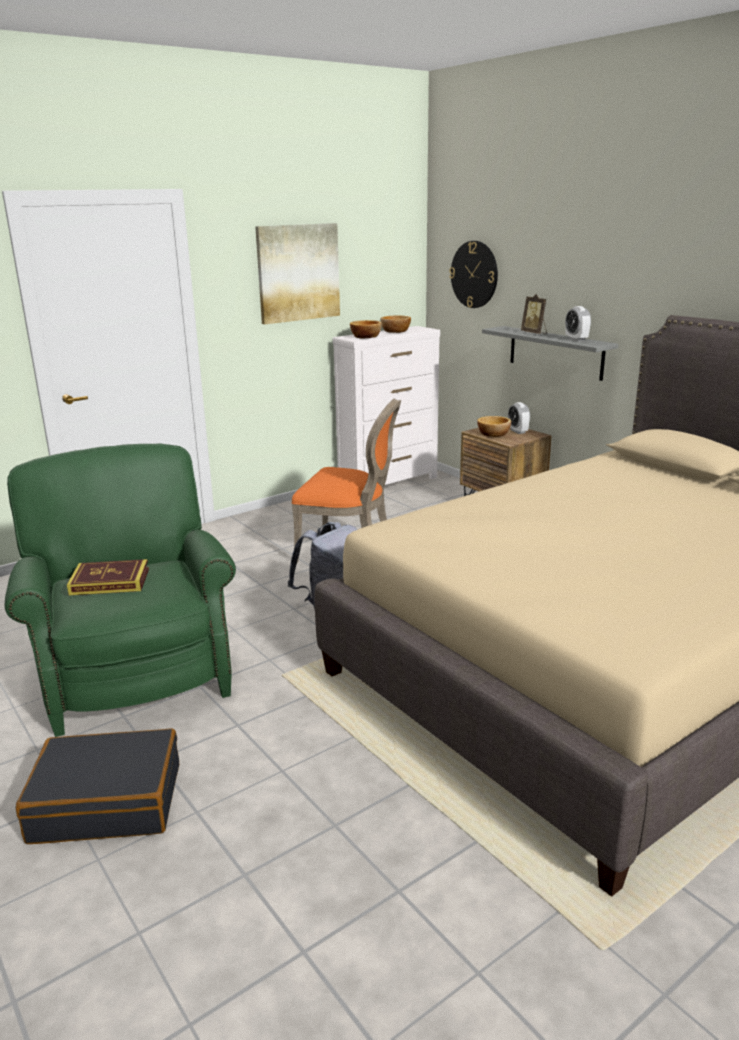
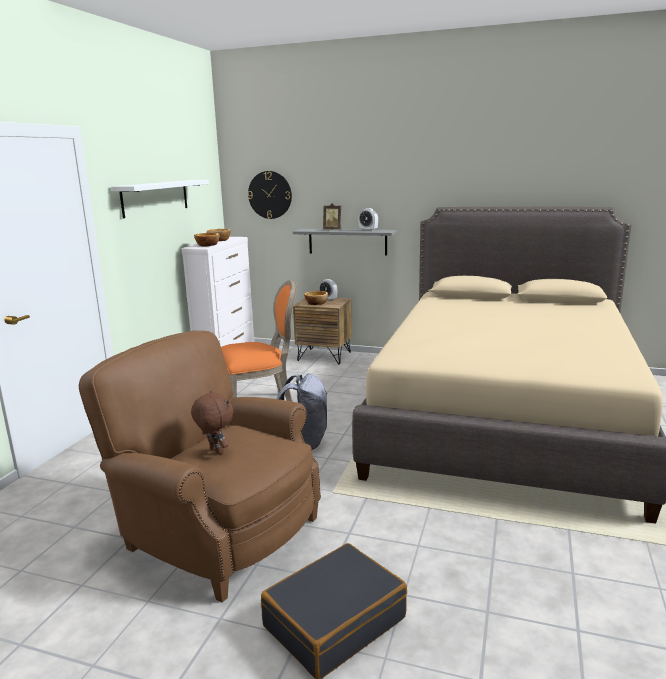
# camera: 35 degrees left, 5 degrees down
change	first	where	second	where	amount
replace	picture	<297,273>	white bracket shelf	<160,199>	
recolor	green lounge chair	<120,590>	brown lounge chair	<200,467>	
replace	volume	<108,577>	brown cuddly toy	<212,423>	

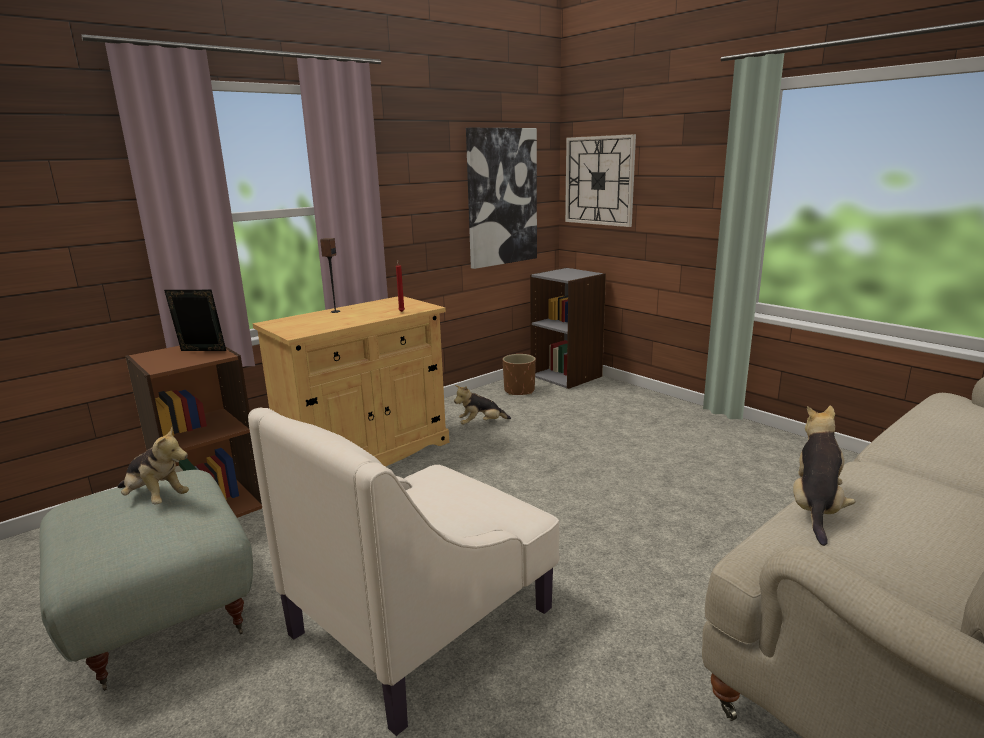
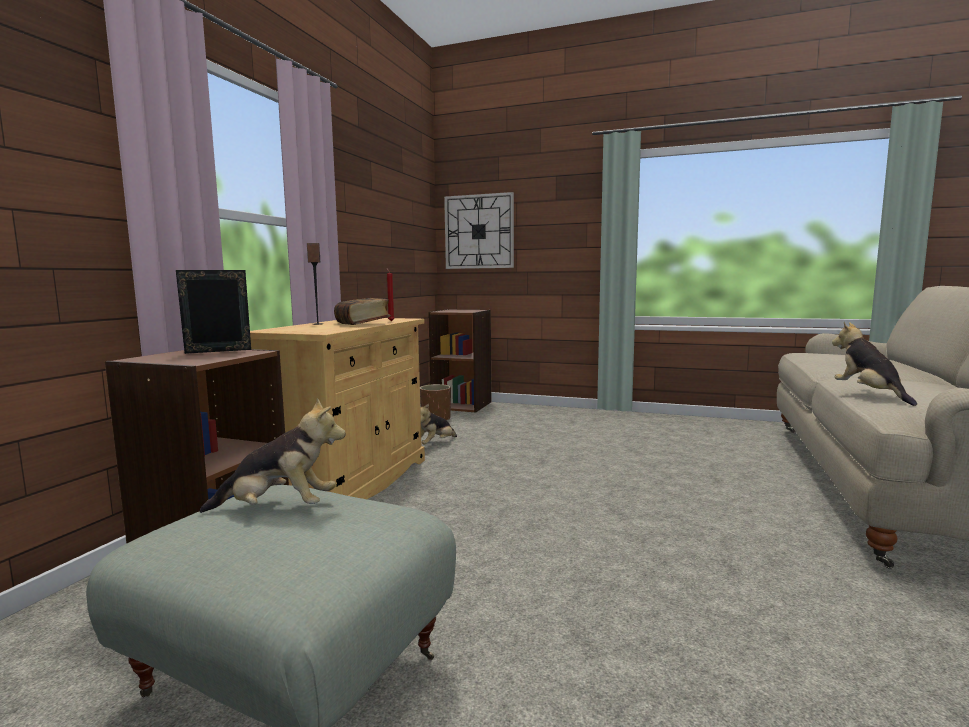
# camera: 30 degrees left, 10 degrees down
change	first	where	second	where	amount
delete	picture	<501,198>			
recolor	greyish bookcase	<568,328>	brown bookcase	<459,361>	
delete	beige-coloured lounge chair	<404,572>			
insert			volume	<362,311>	

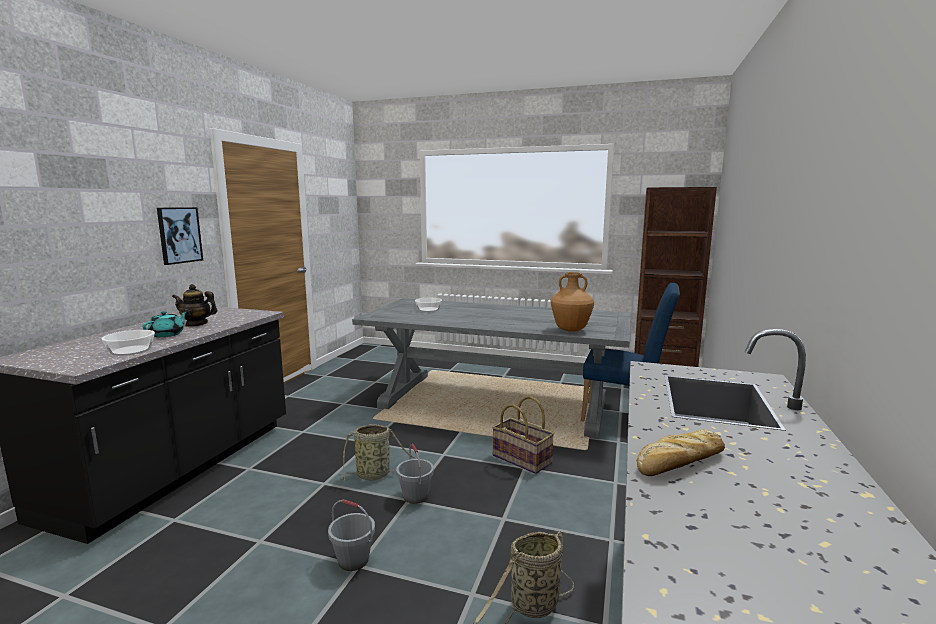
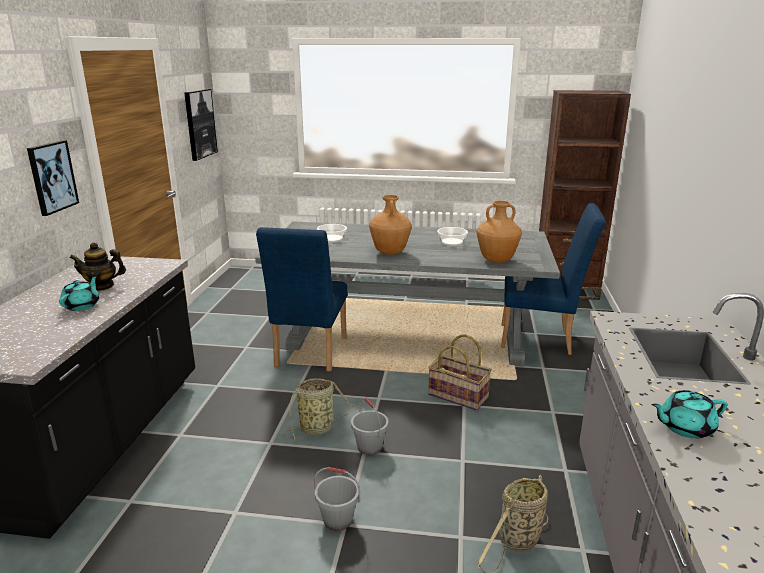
# camera: 10 degrees left, 10 degrees up
change	first	where	second	where	amount
move	deep dish	<128,343>		<452,236>	
replace	baked bread	<681,453>	turquoise tea pot	<689,414>	
insert			picture	<201,125>	
insert			brown vase	<390,225>	
insert			blue upright chair	<301,299>	

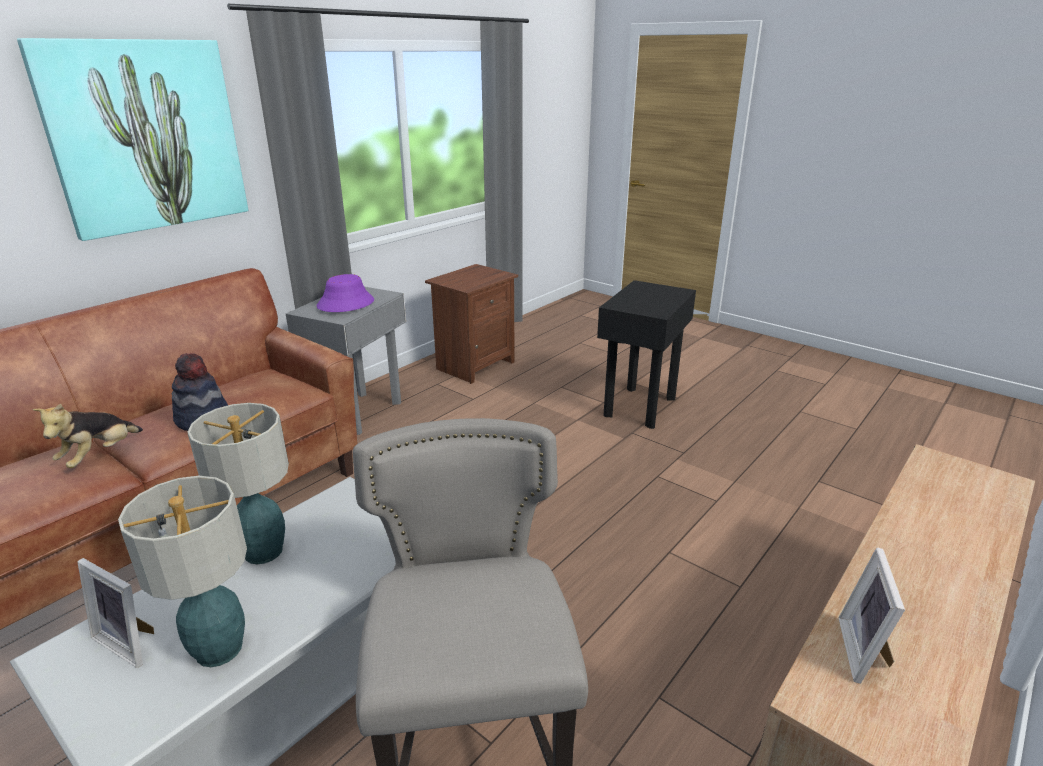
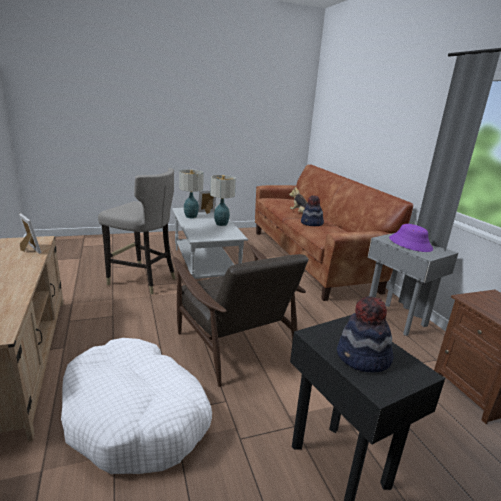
# camera: 120 degrees right, 5 degrees down
change	first	where	second	where	amount
delete	picture	<132,139>			
insert			brown lounge chair	<240,316>	
insert			hat	<365,334>	
insert			white pet bed	<136,406>	

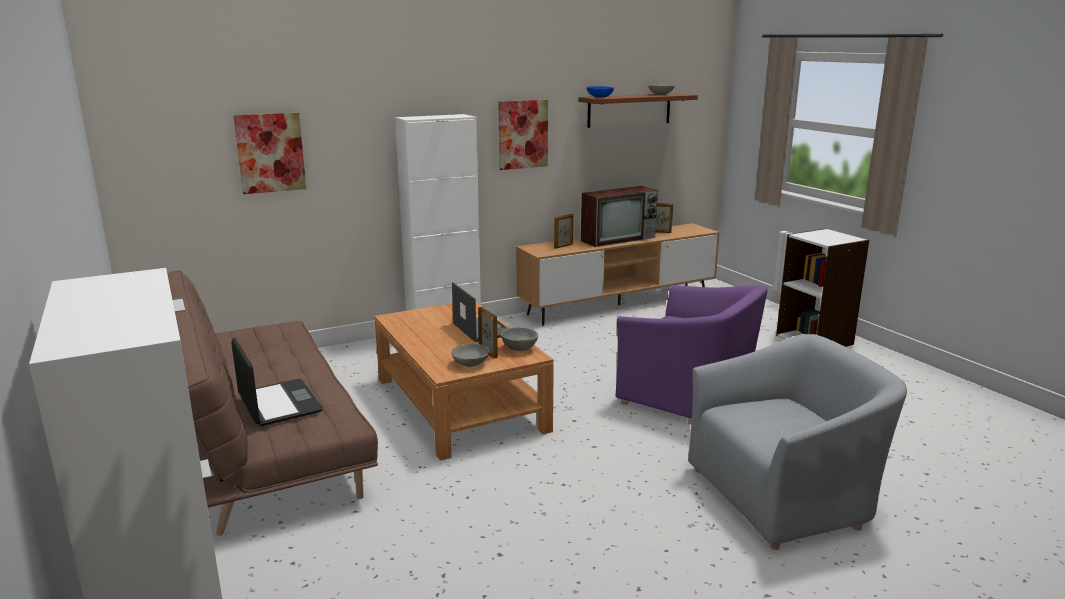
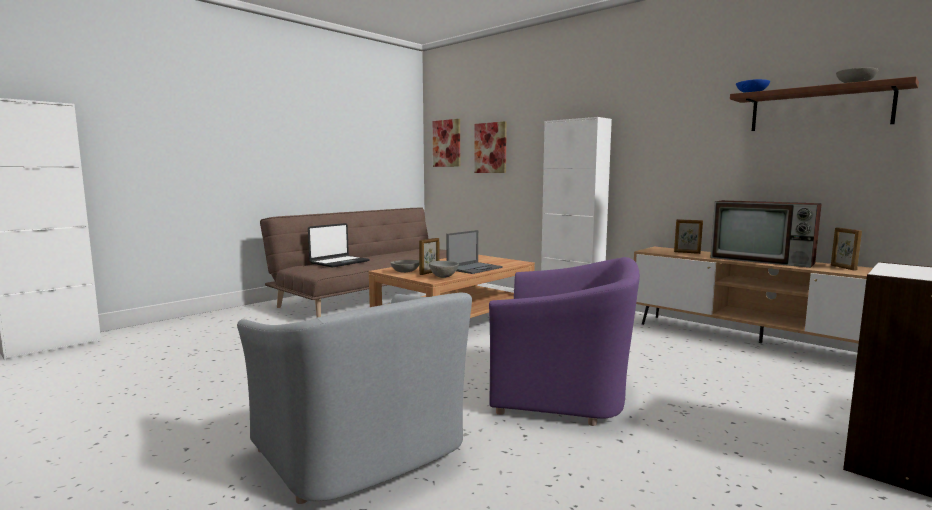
# camera: 70 degrees right, 10 degrees down
change	first	where	second	where	amount
move	picture	<523,135>		<446,143>	
rotate	purplish lounge chair	<692,354>		<564,341>	90 degrees counterclockwise

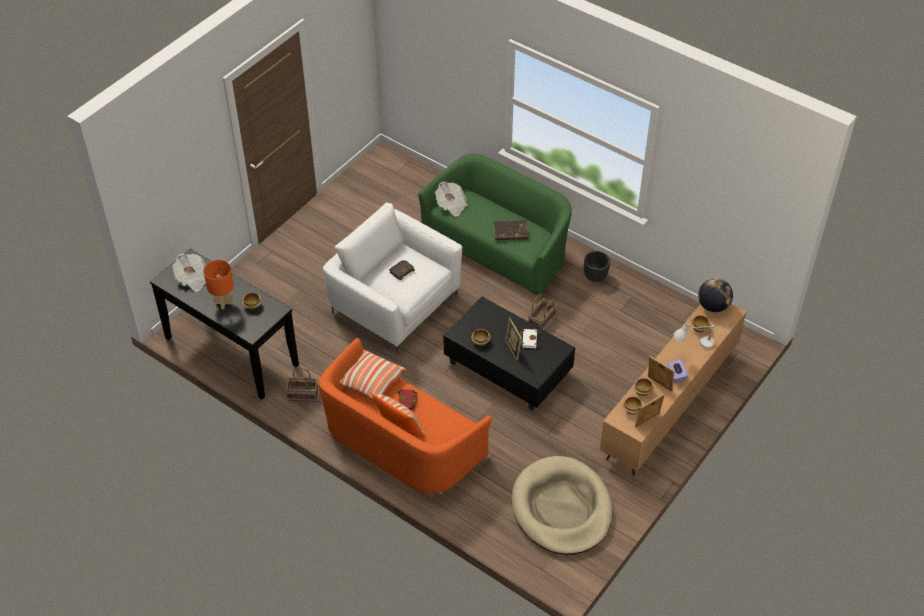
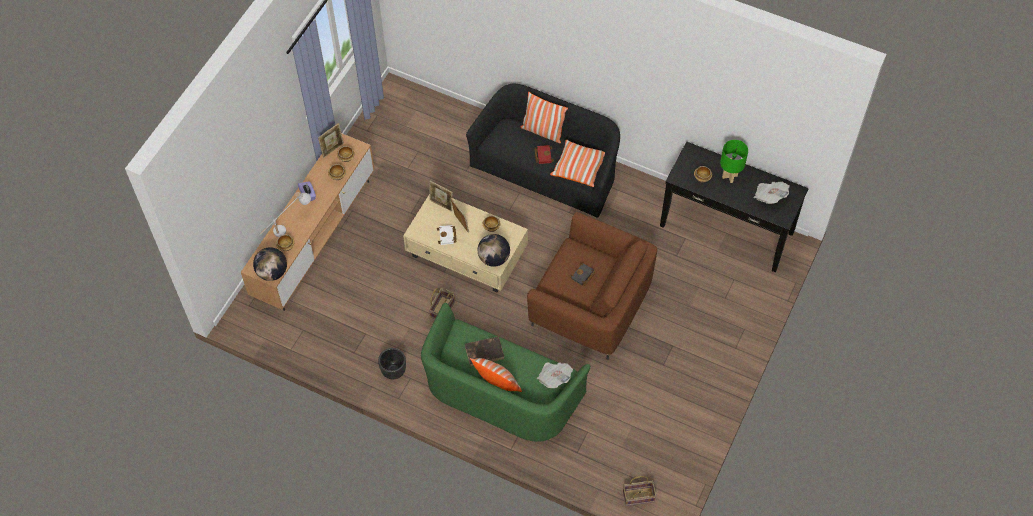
# camera: 170 degrees right, 10 degrees up
change	first	where	second	where	amount
recolor	white lounge chair	<392,277>	brown lounge chair	<592,286>	
recolor	orange table lamp	<218,284>	green table lamp	<734,161>	
recolor	black-coloured low table	<509,353>	beige-coloured low table	<465,243>	
recolor	orange couch	<405,416>	black-coloured couch	<543,150>	
move	photo frame	<661,374>		<441,196>	
move	basket	<302,385>		<639,491>	
delete	beige-coloured pet bed	<561,505>			
insert			desk globe	<494,250>	
insert			pillow	<496,375>	

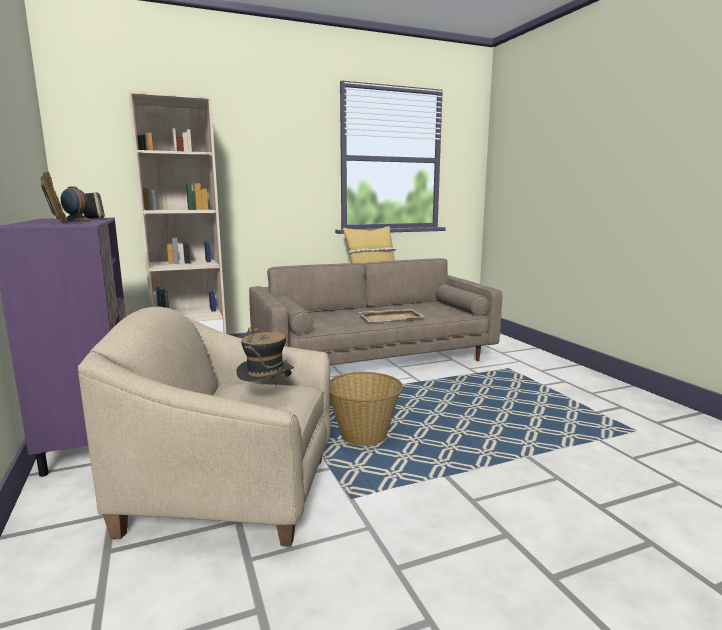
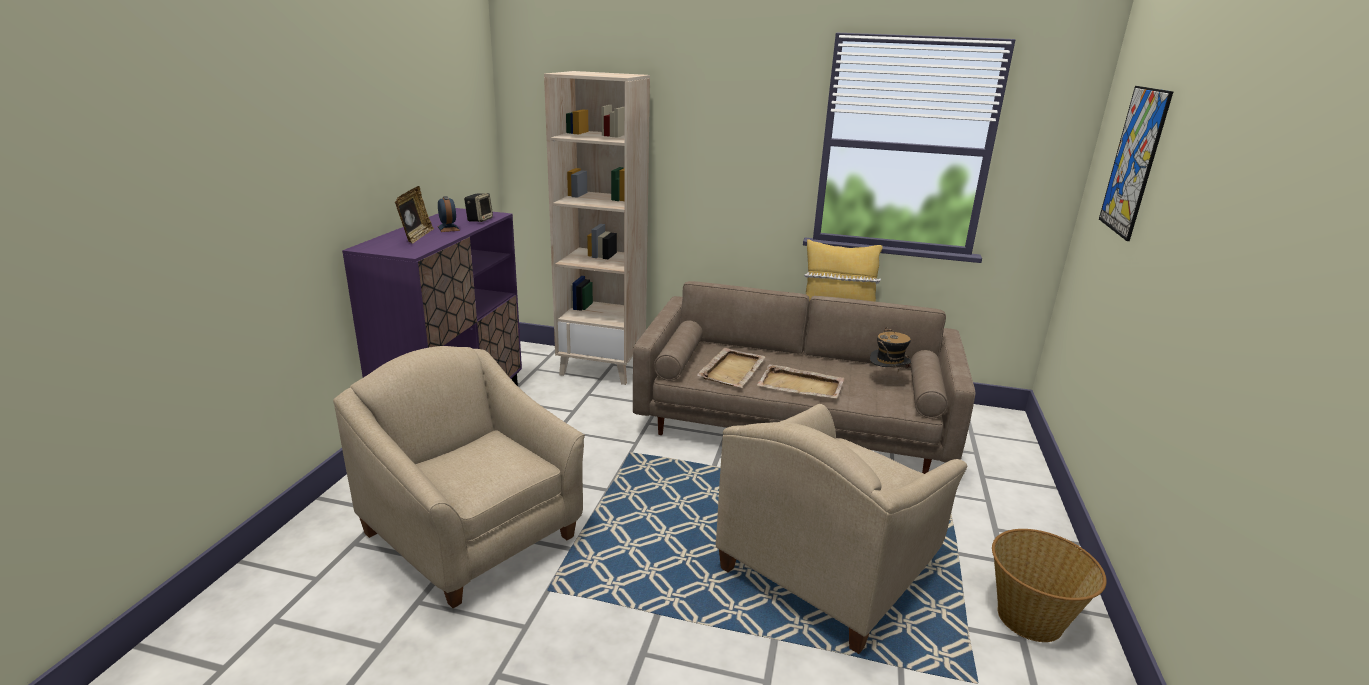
# camera: 35 degrees right, 10 degrees up
change	first	where	second	where	amount
move	hat	<265,354>		<890,348>	
move	basket	<366,409>		<1049,585>	
insert			picture	<1136,163>	
insert			beige-coloured carrying tray	<731,368>	
insert			beige-coloured lounge chair	<841,529>	

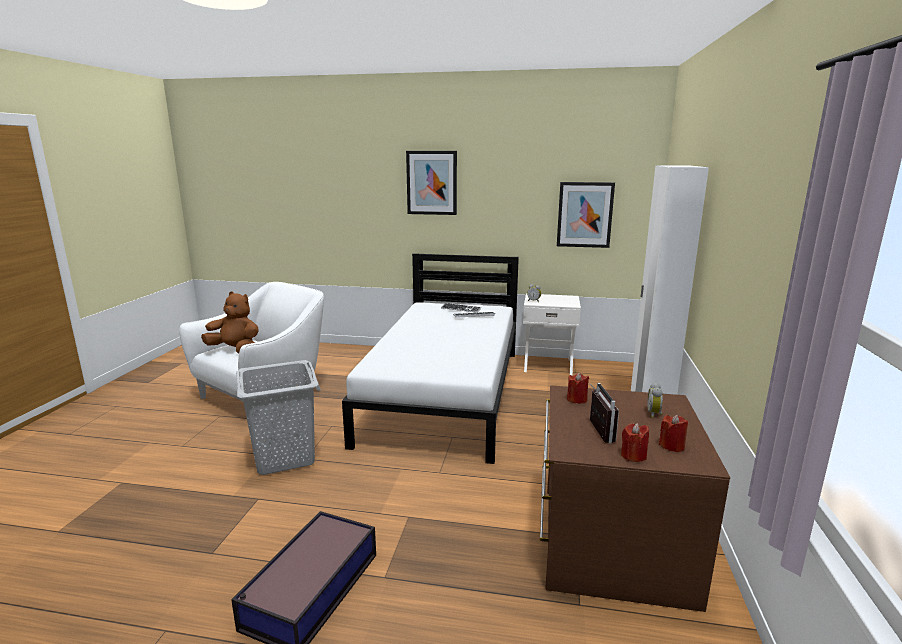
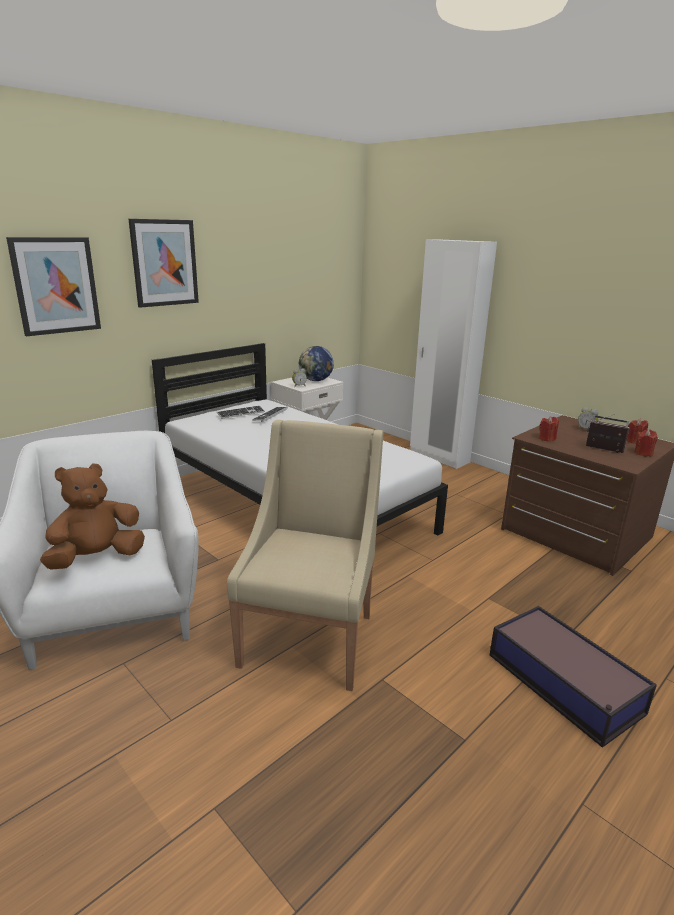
# camera: 55 degrees left, 5 degrees up
change	first	where	second	where	amount
move	picture	<586,215>		<53,286>	
replace	greyish laundry basket	<277,417>	beige-coloured lounge chair	<305,555>	
insert			desk globe	<316,363>	

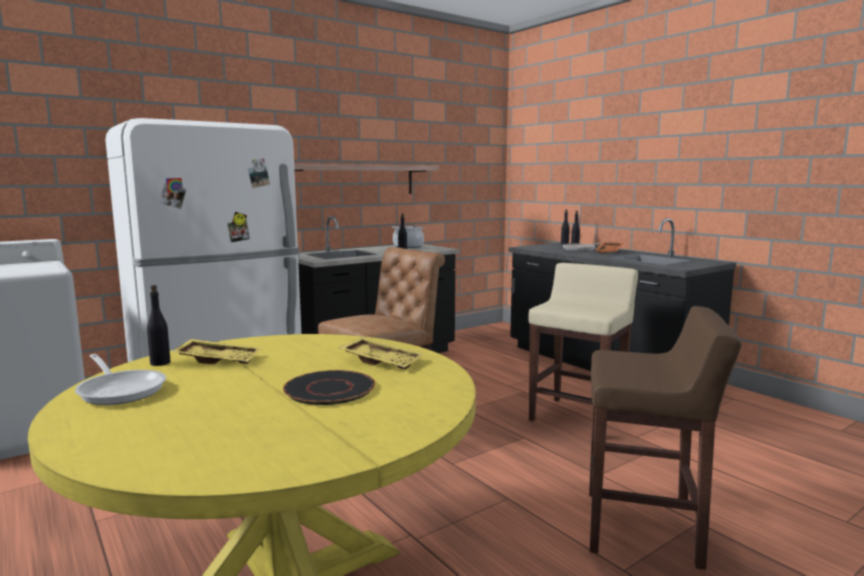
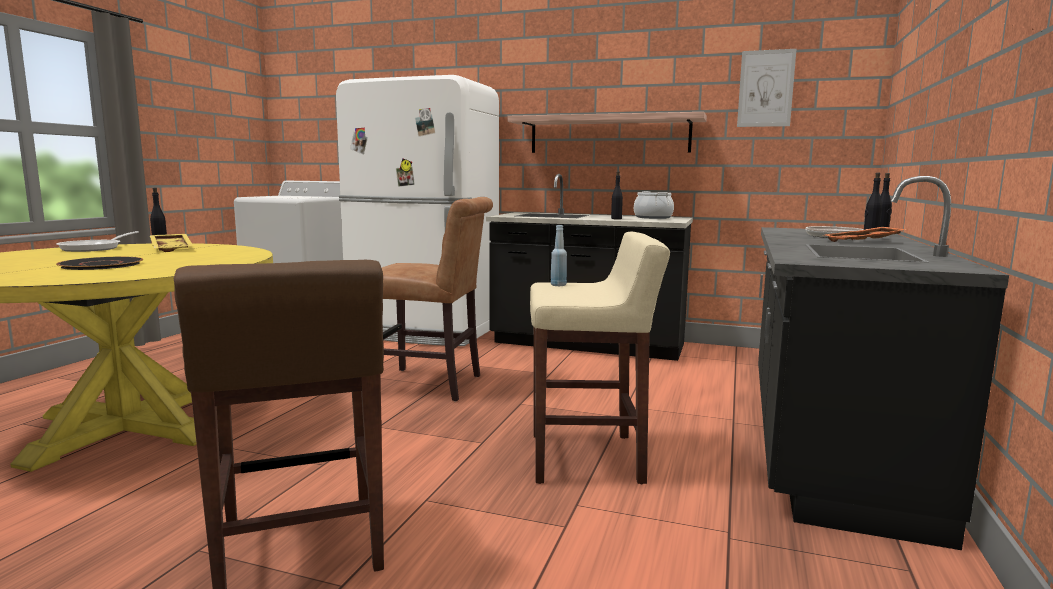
# camera: 55 degrees right, 0 degrees up
change	first	where	second	where	amount
delete	yellow carrying tray	<381,353>			
insert			picture	<767,88>	
insert			blue beverage bottle	<559,255>	

